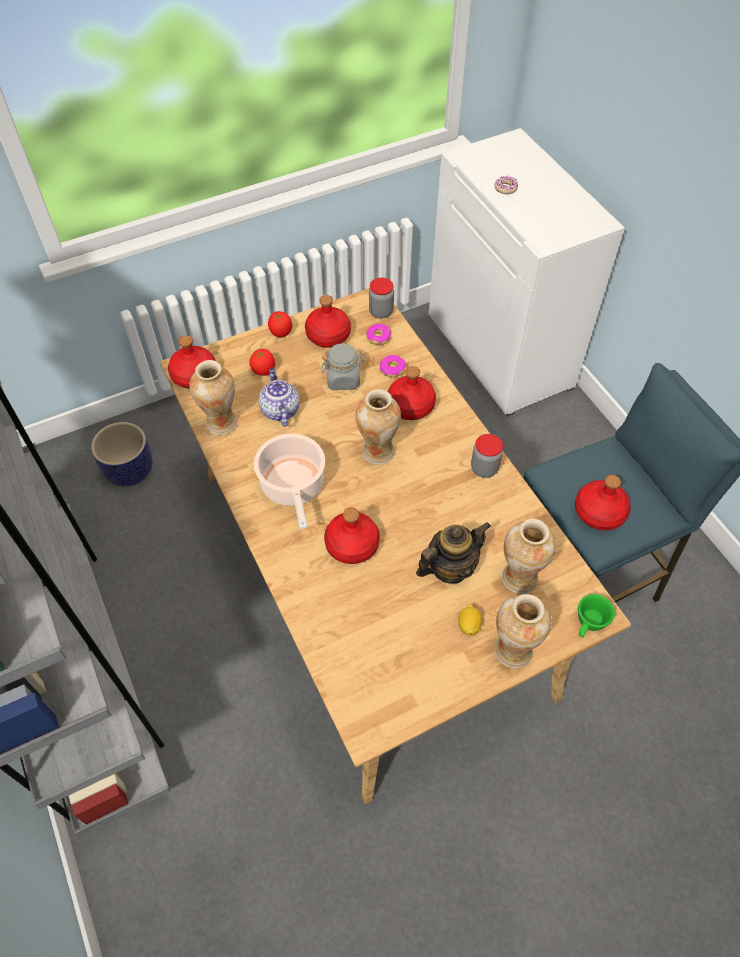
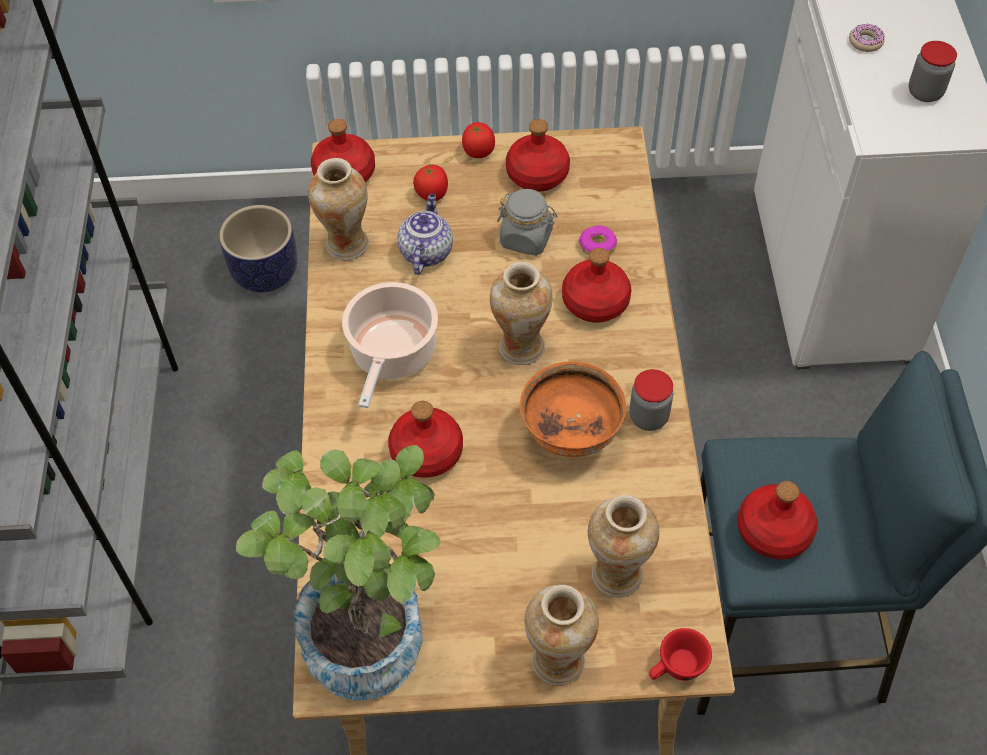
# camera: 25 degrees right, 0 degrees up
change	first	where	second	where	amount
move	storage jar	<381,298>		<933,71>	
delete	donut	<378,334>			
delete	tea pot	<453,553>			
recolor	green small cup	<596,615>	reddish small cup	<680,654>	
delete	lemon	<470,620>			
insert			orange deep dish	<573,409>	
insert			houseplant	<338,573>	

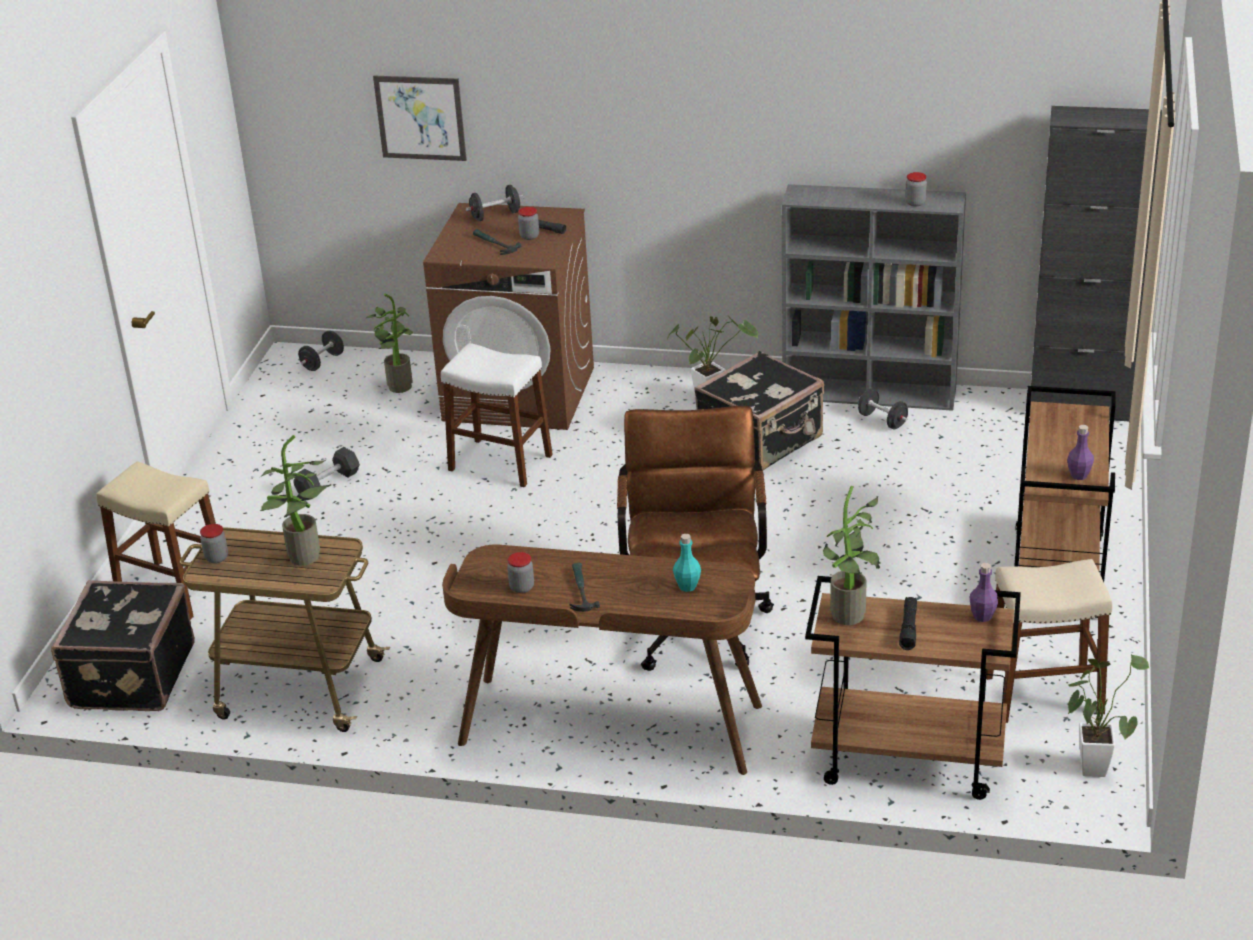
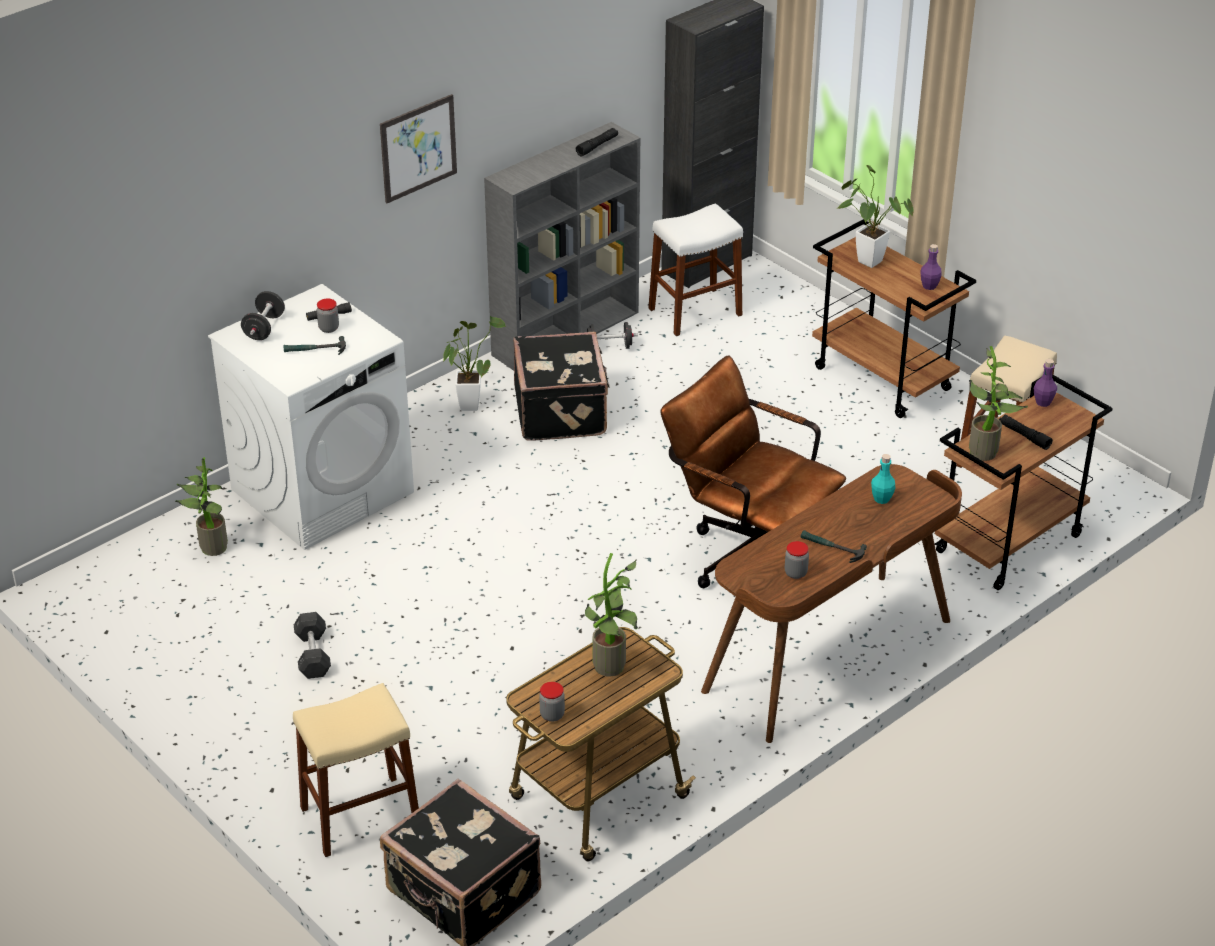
# camera: 55 degrees left, 5 degrees up
change	first	where	second	where	amount
move	picture	<420,118>		<418,148>	
replace	storage jar	<916,189>	black-coloured torch	<597,142>	
recolor	brown washing machine	<508,316>	white washing machine	<311,417>	
delete	black-coloured hand weight	<321,351>			
move	white sitting stool	<497,415>		<695,269>	
move	houseplant	<1108,715>		<875,216>	

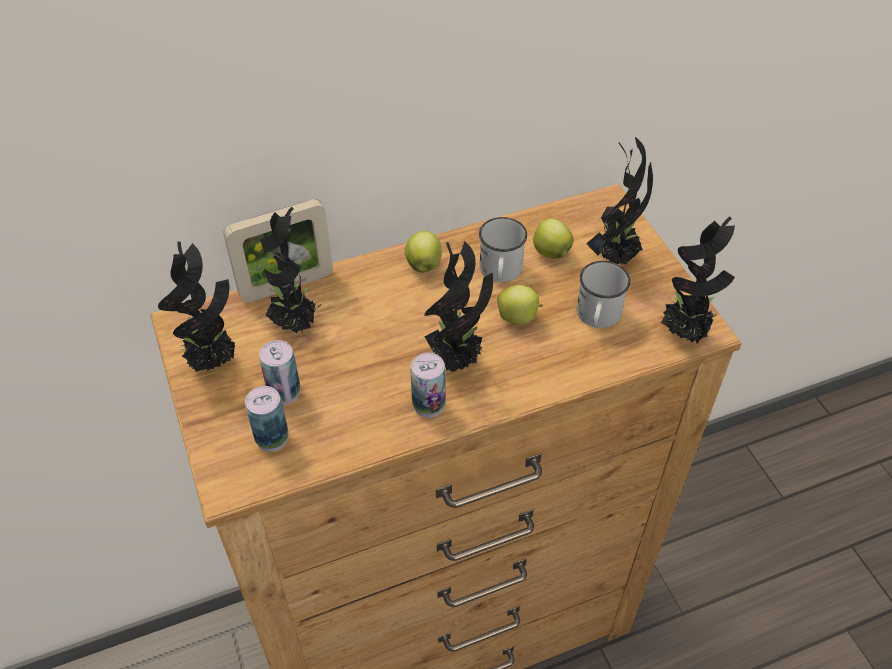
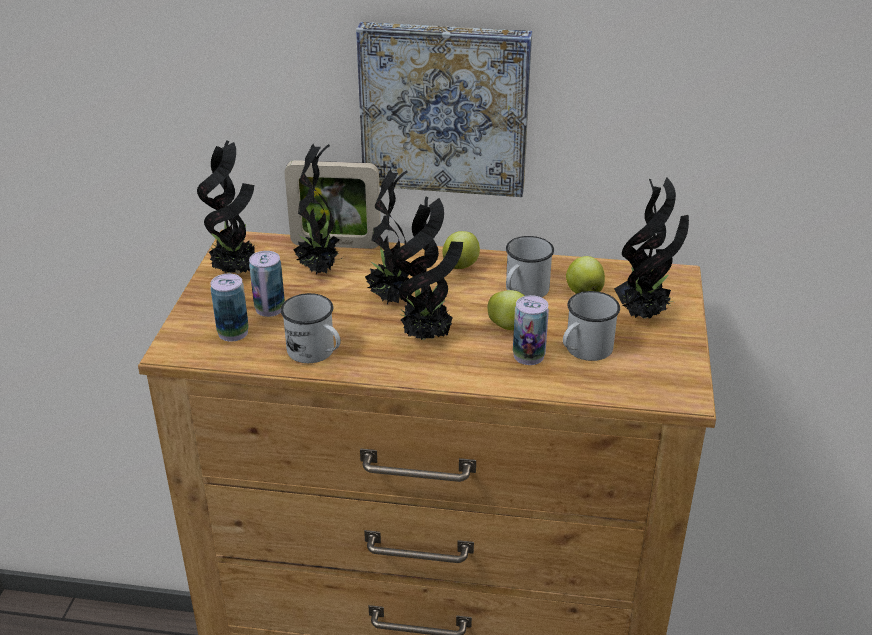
# camera: 30 degrees right, 15 degrees down
change	first	where	second	where	amount
move	houseplant	<698,279>		<387,236>	
move	metal can	<428,385>		<531,330>	
insert			picture	<444,109>	
insert			white tea mug	<311,328>	

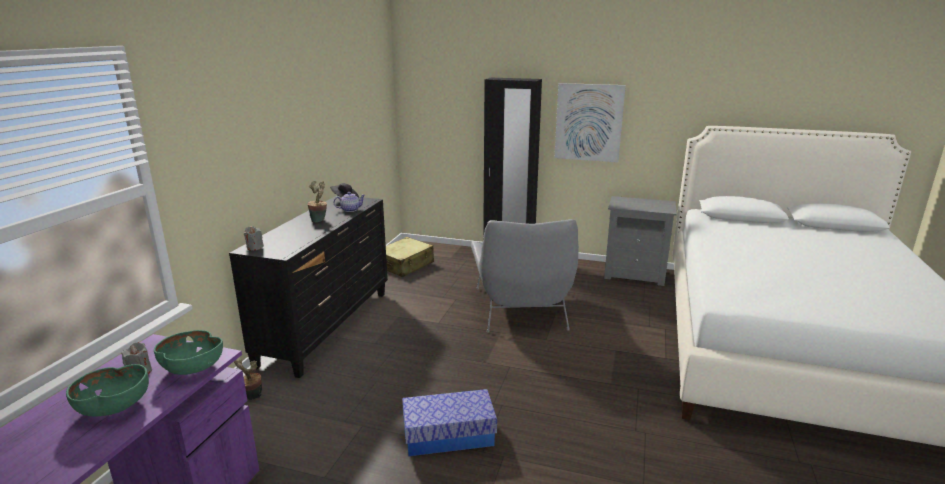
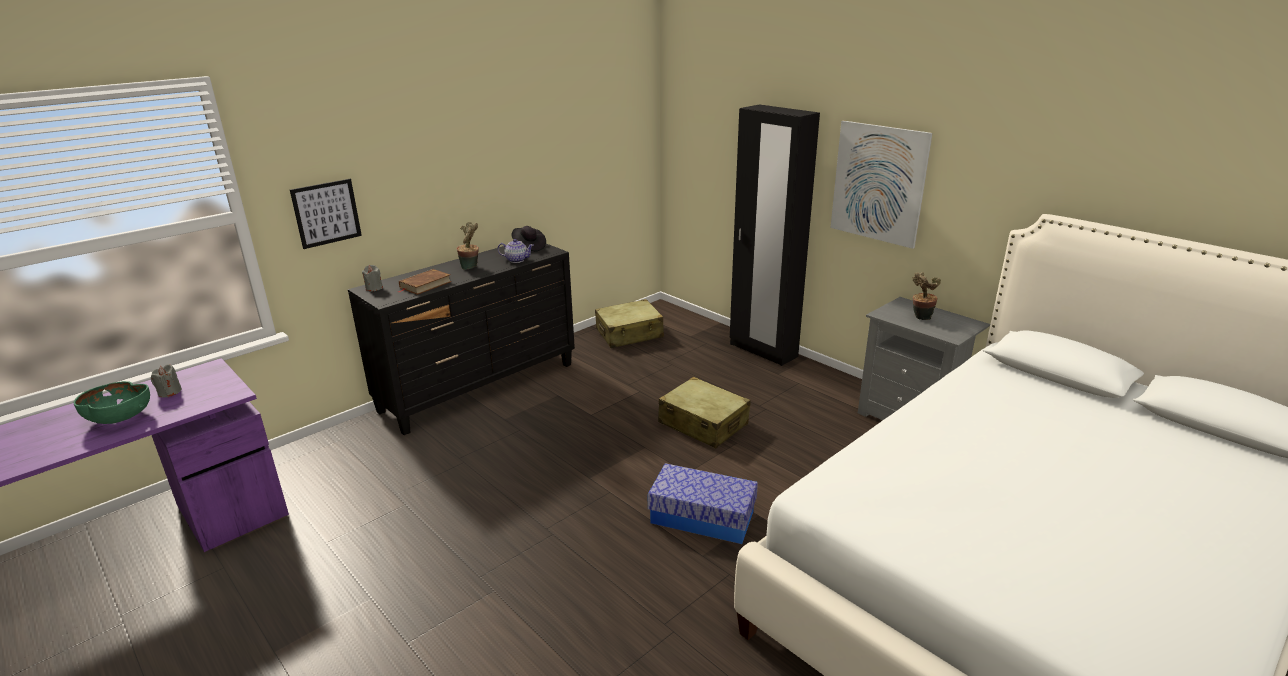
# camera: 30 degrees right, 5 degrees up
change	first	where	second	where	amount
replace	greyish lounge chair	<525,276>	beige-coloured travel case	<704,412>	
delete	green deep dish	<188,352>			
move	houseplant	<248,379>		<927,296>	
move	storage container	<449,422>		<703,503>	
insert			picture	<326,214>	
insert			brown volume	<425,282>	

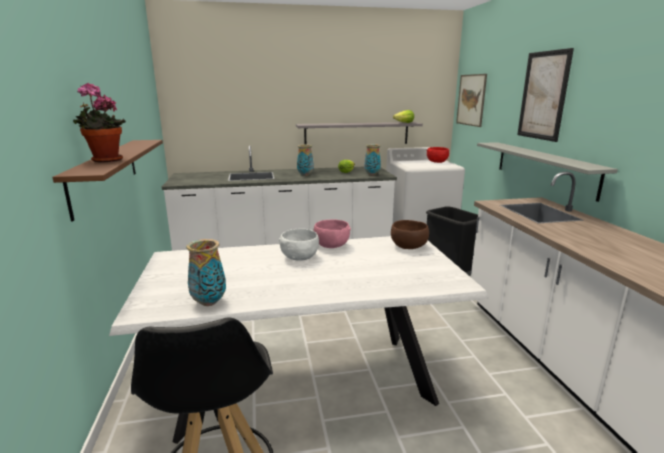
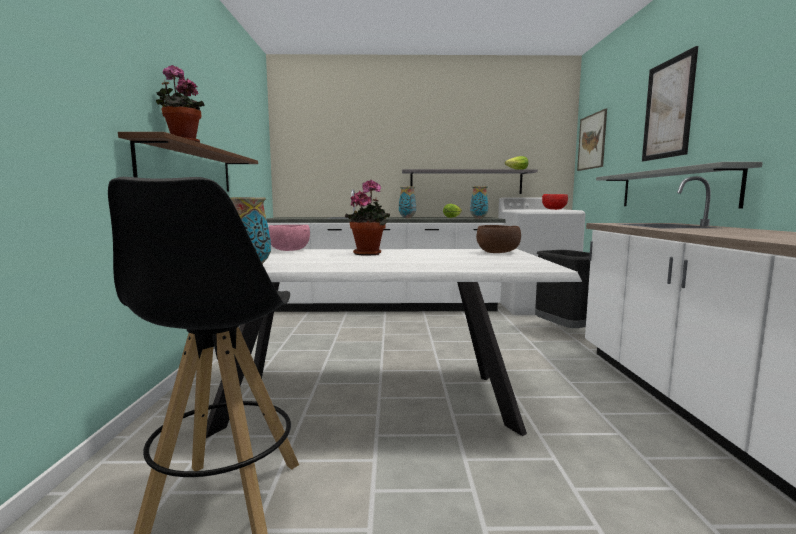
# camera: 10 degrees right, 10 degrees down
change	first	where	second	where	amount
move	pinkish deep dish	<332,234>		<289,238>	
replace	white deep dish	<299,244>	houseplant	<367,218>	

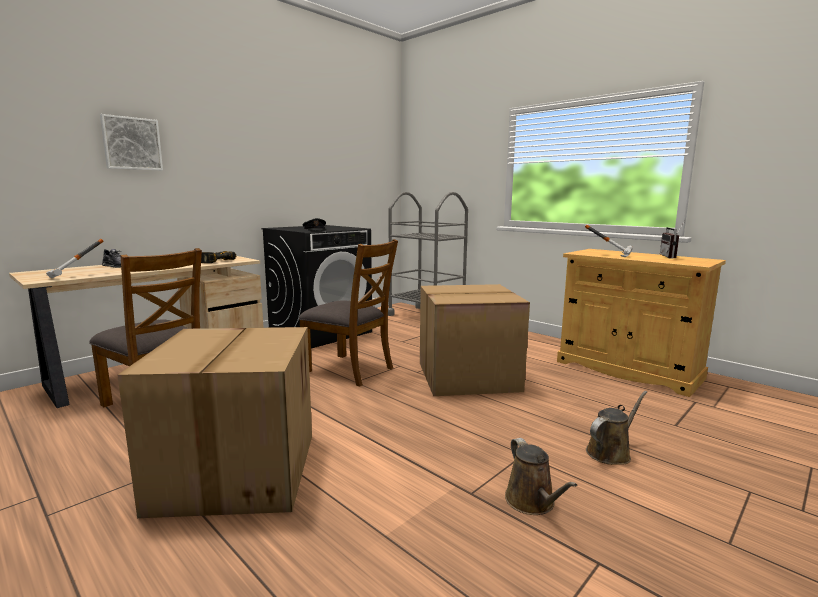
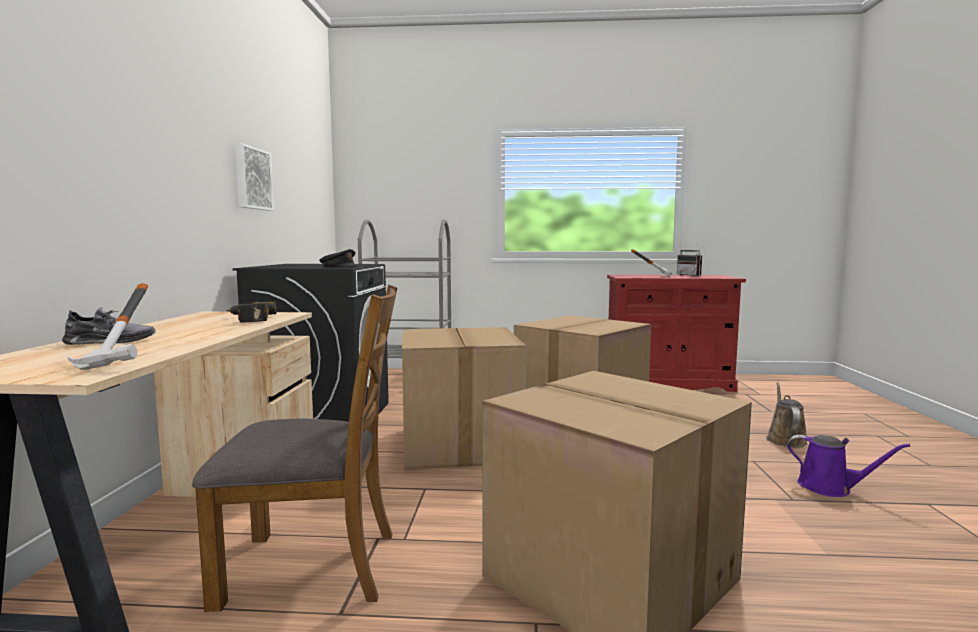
# camera: 40 degrees left, 5 degrees down
change	first	where	second	where	amount
move	picture	<131,142>		<254,177>	
replace	brown upright chair	<348,312>	packing box	<464,398>	
recolor	beige-coloured cabinet	<641,323>	reddish cabinet	<676,333>	
recolor	brown watering can	<541,476>	purplish watering can	<848,466>	

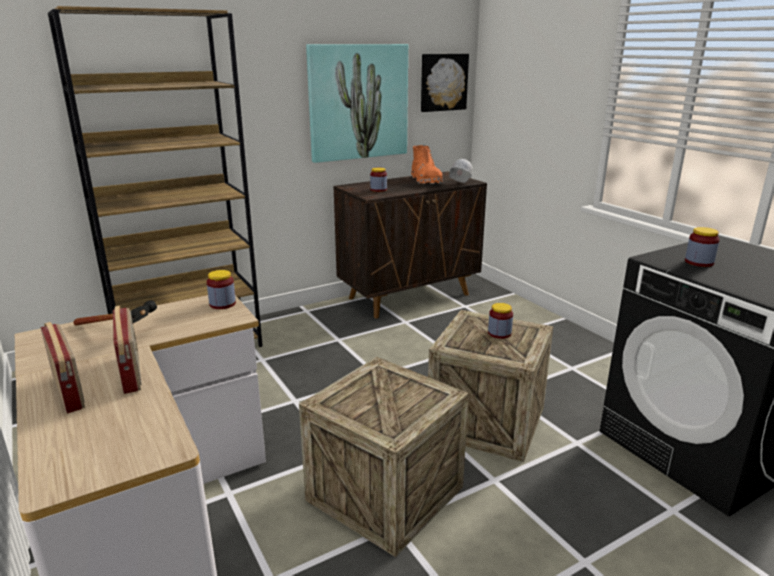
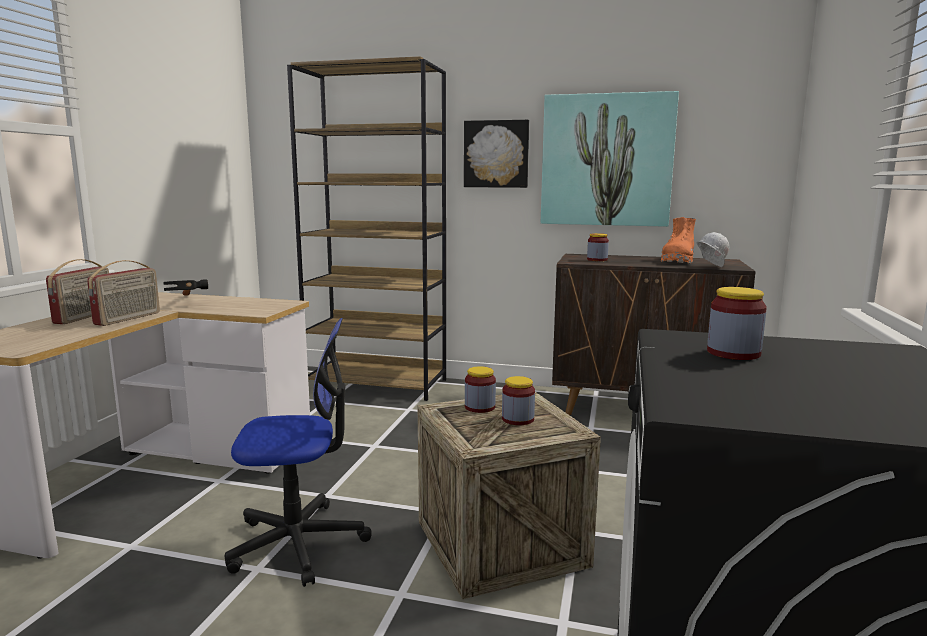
# camera: 45 degrees right, 10 degrees down
change	first	where	second	where	amount
move	picture	<445,83>		<496,154>	
move	storage jar	<221,289>		<480,389>	
replace	crate	<384,457>	office chair	<298,452>	

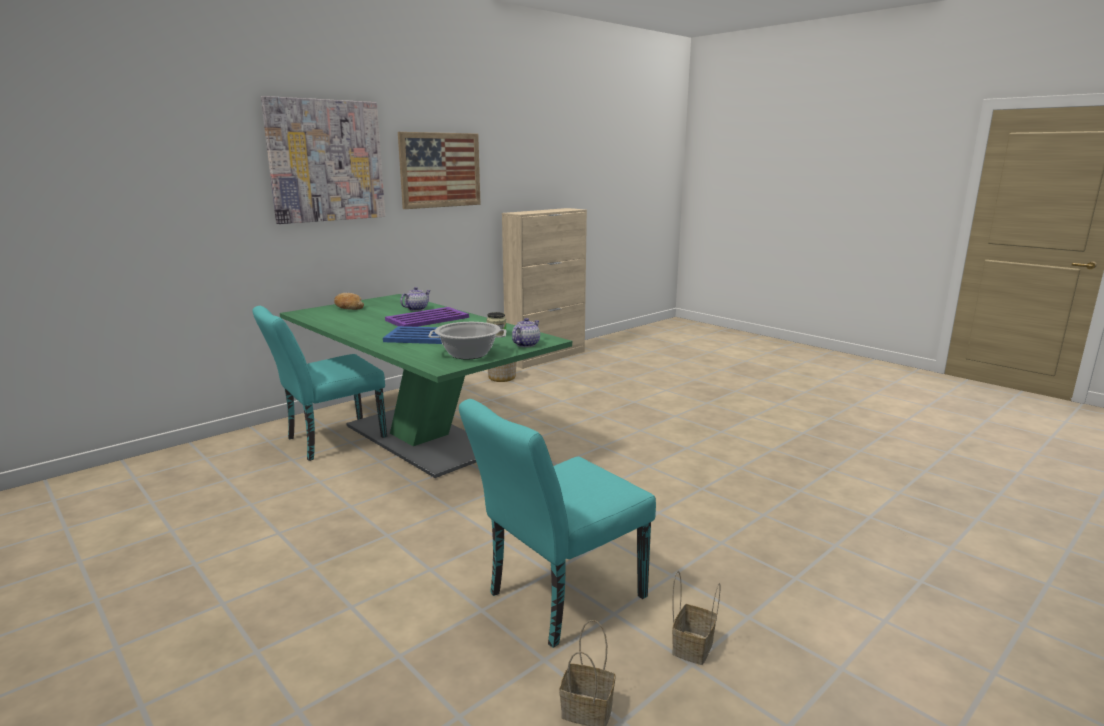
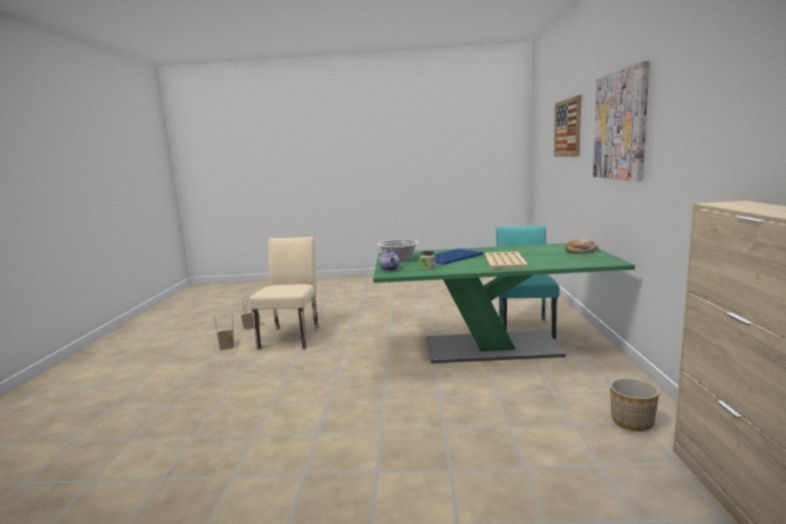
# camera: 135 degrees right, 5 degrees down
change	first	where	second	where	amount
move	picture	<439,170>		<567,125>	
delete	tea pot	<415,299>			
recolor	purplish carrying tray	<427,317>	beige-coloured carrying tray	<506,260>	
recolor	turquoise upright chair	<557,523>	beige-coloured upright chair	<284,293>	

